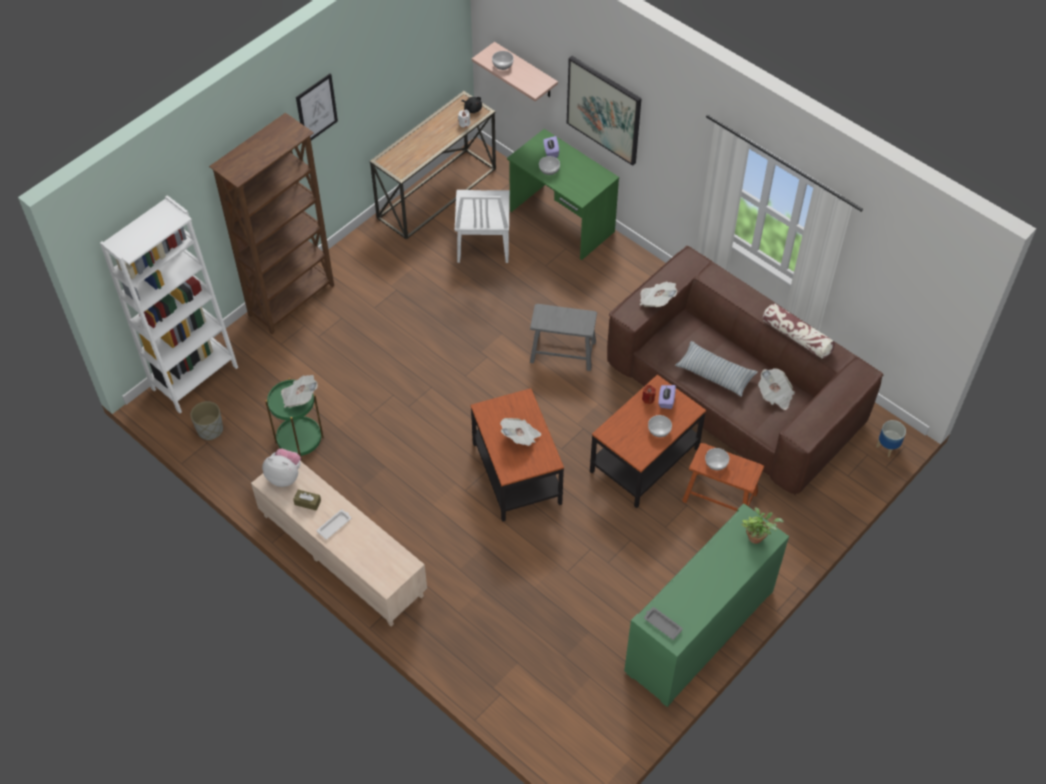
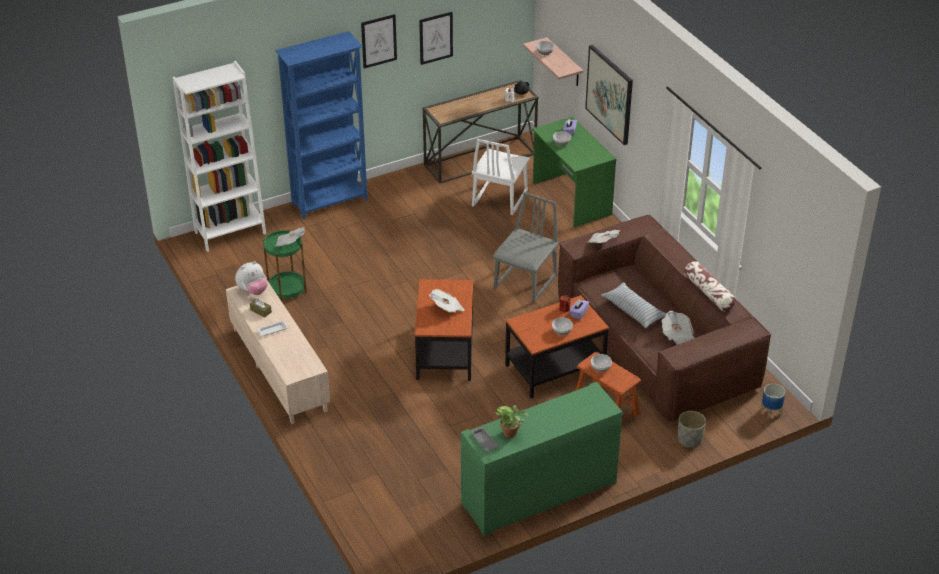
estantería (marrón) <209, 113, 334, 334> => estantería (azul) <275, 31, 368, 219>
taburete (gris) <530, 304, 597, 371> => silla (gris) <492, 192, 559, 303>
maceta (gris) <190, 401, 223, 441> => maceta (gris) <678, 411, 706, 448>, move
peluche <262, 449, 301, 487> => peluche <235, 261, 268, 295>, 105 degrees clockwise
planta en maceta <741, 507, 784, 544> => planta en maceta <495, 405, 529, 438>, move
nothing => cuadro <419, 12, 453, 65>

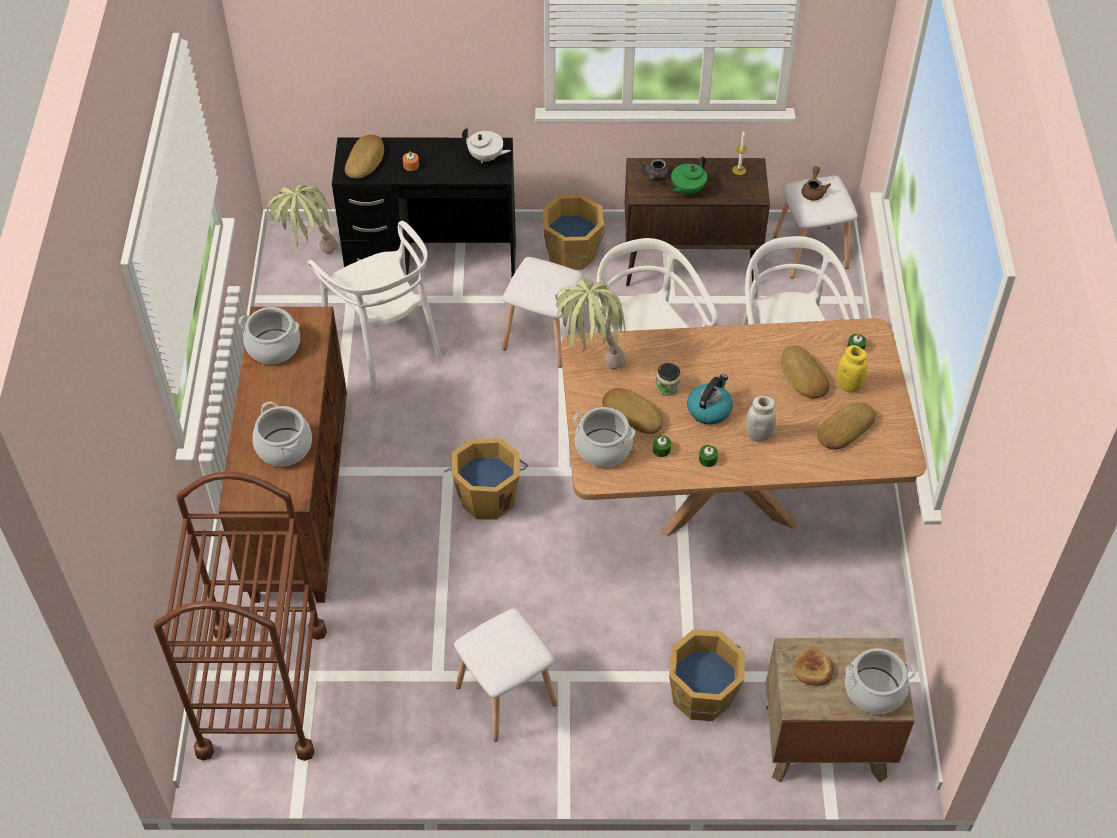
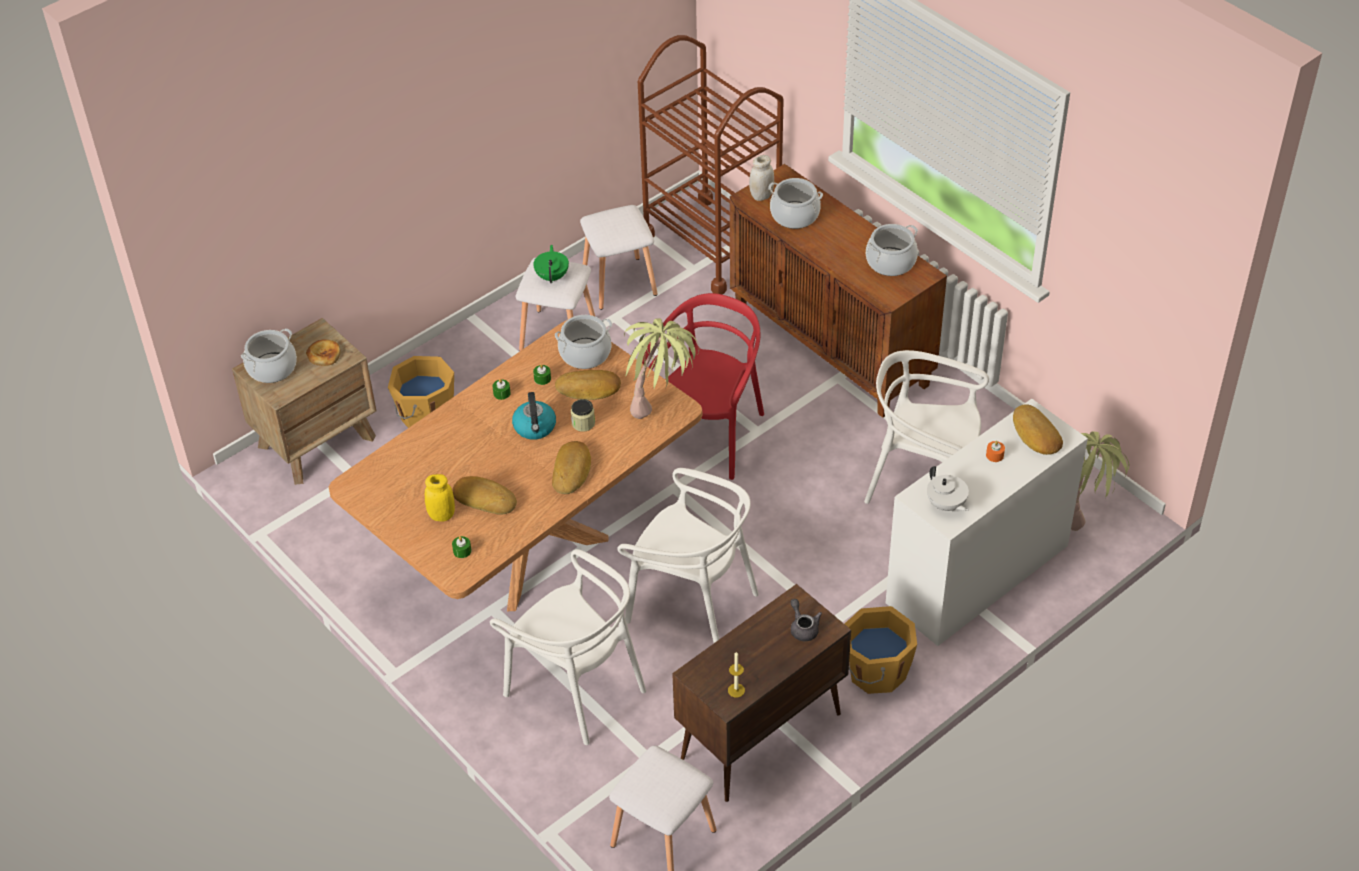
tetera (blanco) <462, 128, 511, 163> => tetera (blanco) <927, 466, 969, 512>, 105 degrees counterclockwise
escritorio (negro) <332, 137, 516, 277> => escritorio (blanco) <886, 399, 1088, 646>
tetera (verde) <671, 156, 707, 195> => tetera (verde) <533, 245, 569, 283>, move
tetera (marrón) <802, 166, 831, 201> => nothing
taburete (blanco) <502, 257, 584, 368> => taburete (blanco) <580, 205, 658, 310>, move
tarro (blanco) <746, 396, 776, 442> => tarro (blanco) <749, 155, 774, 201>, move
pan <817, 403, 876, 450> => pan <552, 441, 591, 494>, move
cubo (naranja) <444, 438, 528, 519> => silla (rojo) <642, 293, 764, 480>

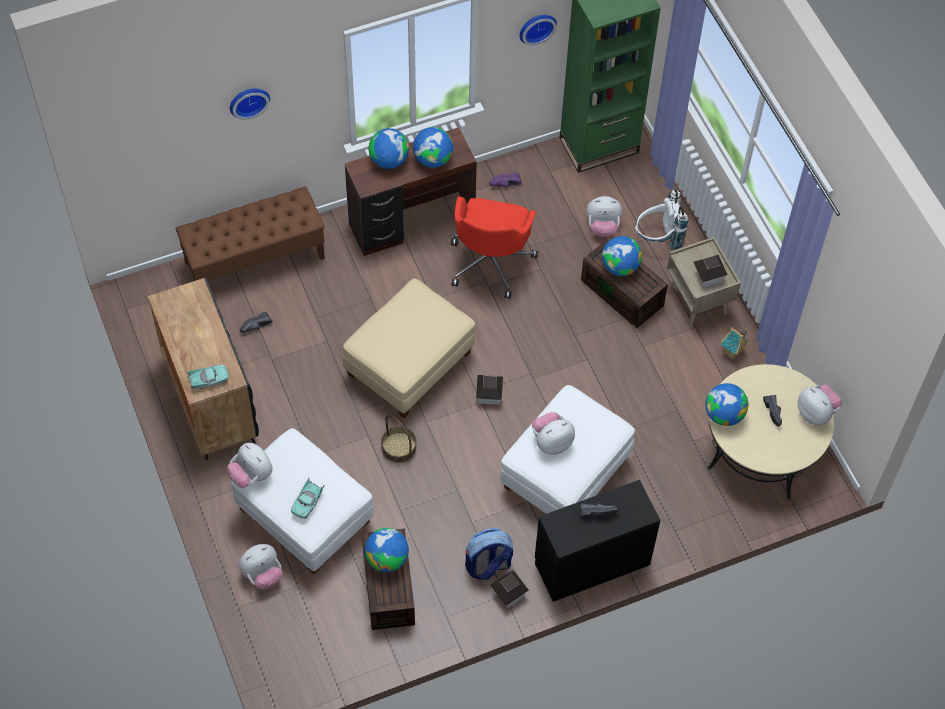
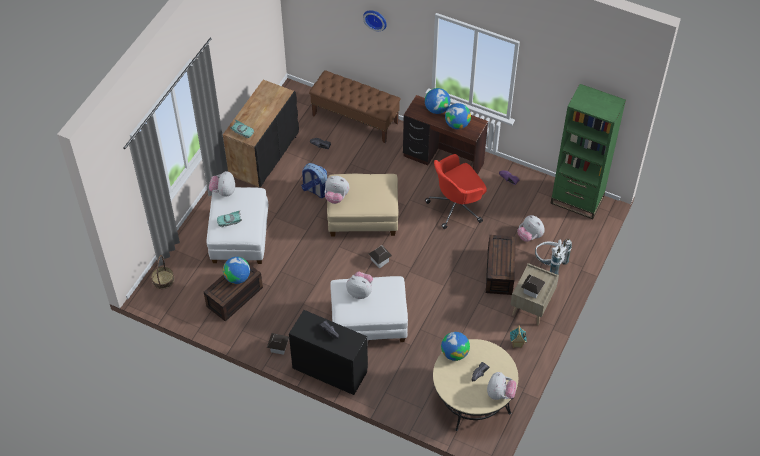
reloj de pared <520, 15, 557, 46> => nothing
globo terráqueo <602, 236, 642, 276> => nothing
cesta <381, 415, 417, 463> => cesta <151, 255, 175, 289>, move
mochila <465, 528, 513, 580> => mochila <301, 163, 327, 198>, move
peluche <239, 544, 282, 589> => peluche <324, 176, 349, 204>, move

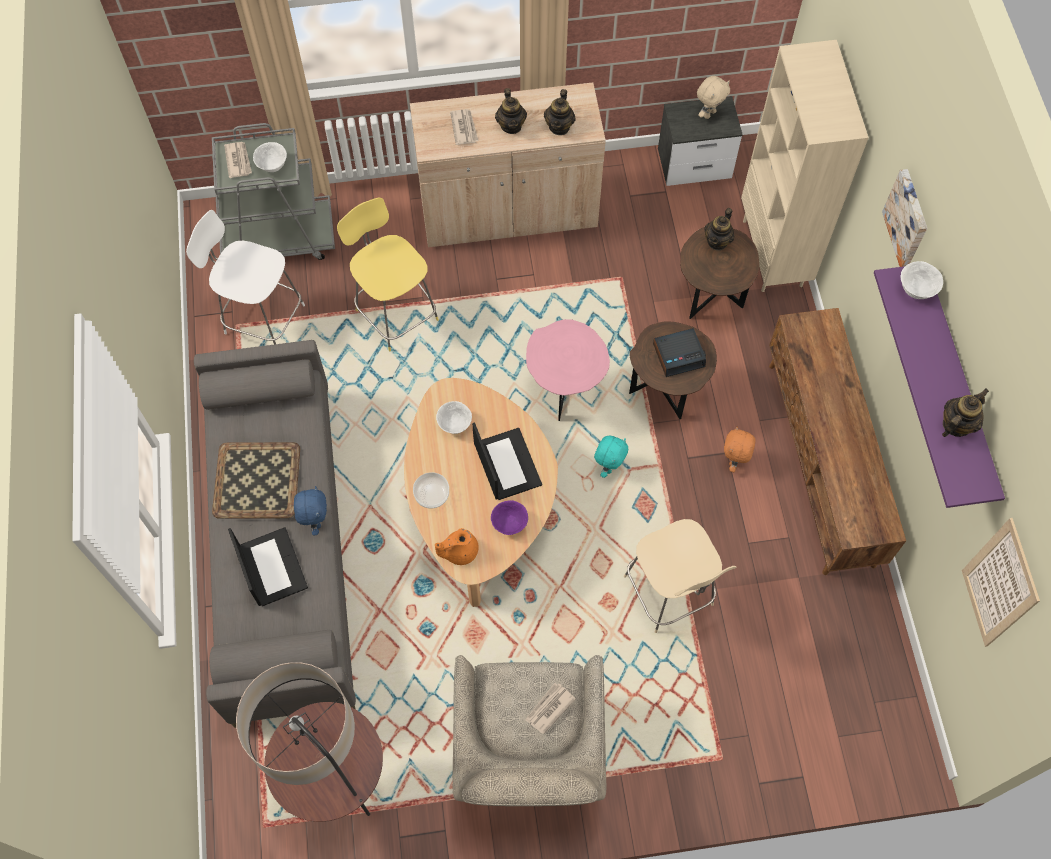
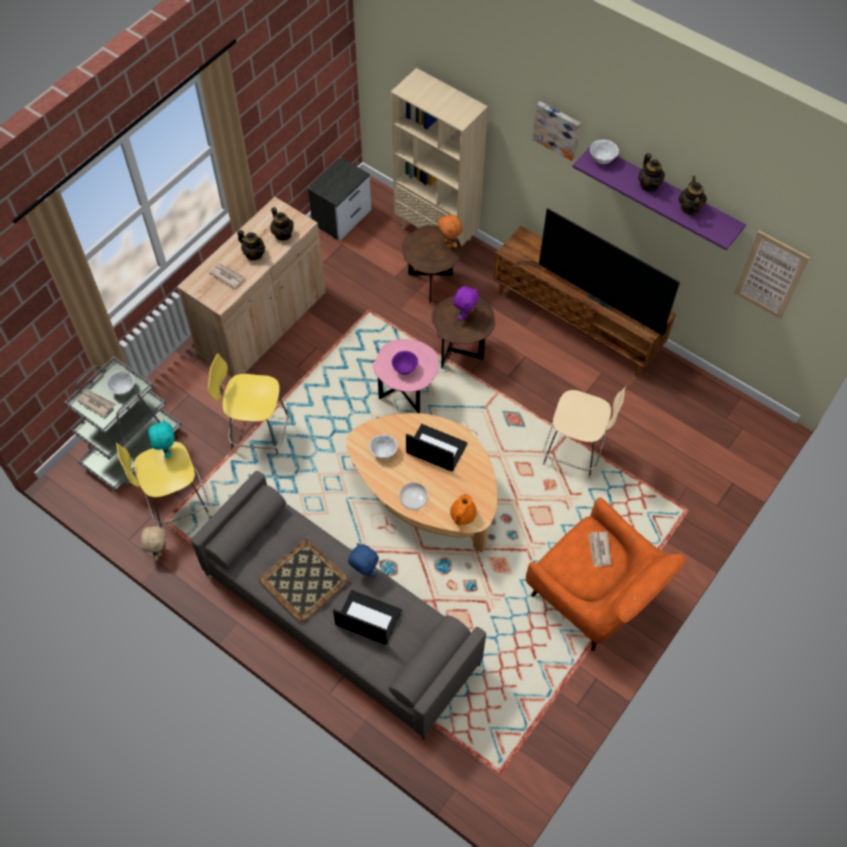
peluche (beis) <697, 76, 730, 119> => peluche (beis) <141, 524, 166, 561>, move
tetera <704, 208, 734, 251> => tetera <638, 153, 665, 192>, move
taburete (blanco) <186, 210, 305, 344> => taburete (amarillo) <116, 441, 210, 528>
despertador <653, 328, 706, 377> => peluche (morado) <453, 286, 479, 320>
peluche (naranja) <724, 426, 756, 472> => peluche (naranja) <438, 214, 463, 248>, move
peluche (turquesa) <594, 436, 628, 478> => peluche (turquesa) <148, 419, 174, 459>, move
cuenco (morado) <491, 501, 528, 535> => cuenco (morado) <392, 351, 418, 375>, move
sillón (beis) <453, 655, 606, 806> => sillón (naranja) <526, 497, 686, 651>
lámpara de pie <236, 662, 383, 822> => nothing
nothing => televisor <539, 208, 680, 336>

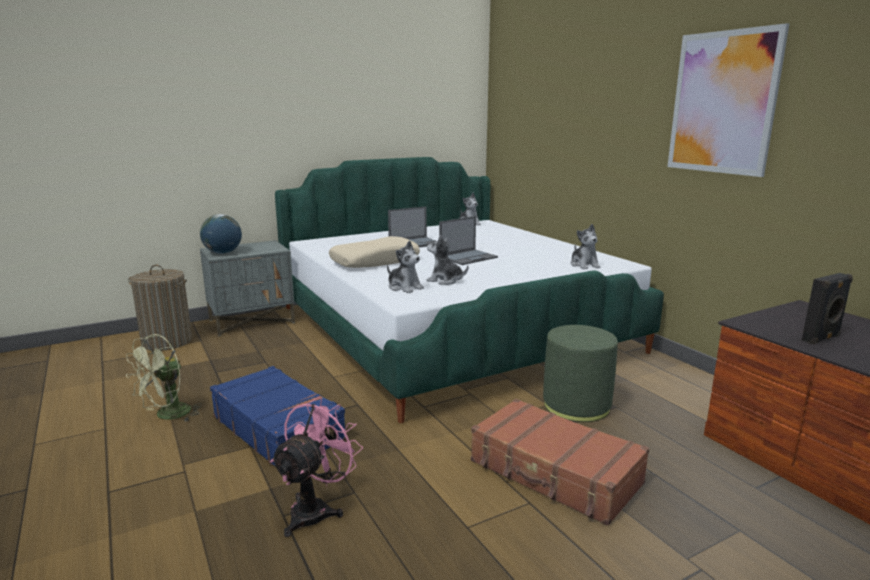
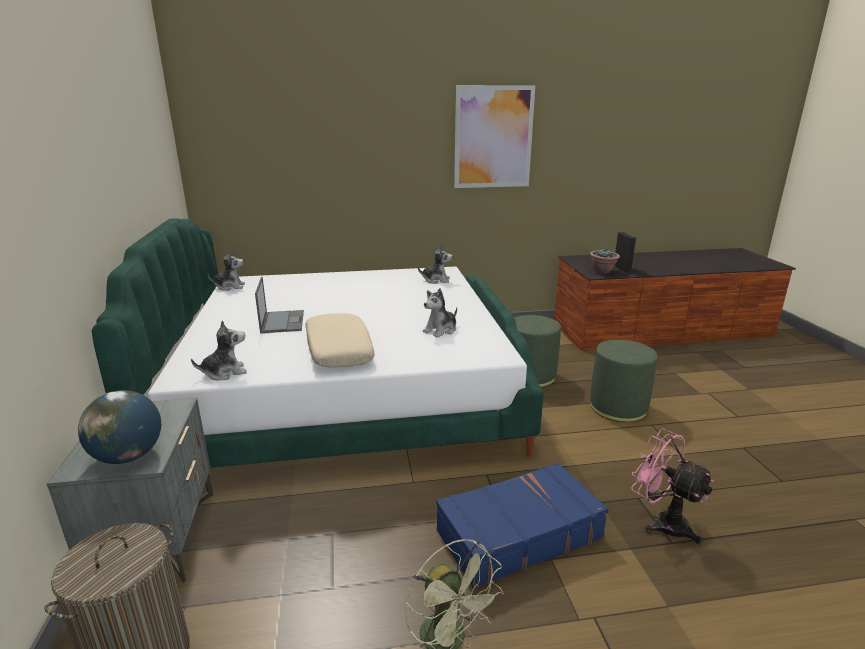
portátil <439, 216, 498, 265> => nothing
peluche <387, 240, 424, 293> => peluche <191, 320, 247, 380>, move
maleta (marrón) <471, 399, 649, 526> => puf (verde) <590, 340, 657, 422>
nothing => planta en maceta <590, 249, 620, 274>

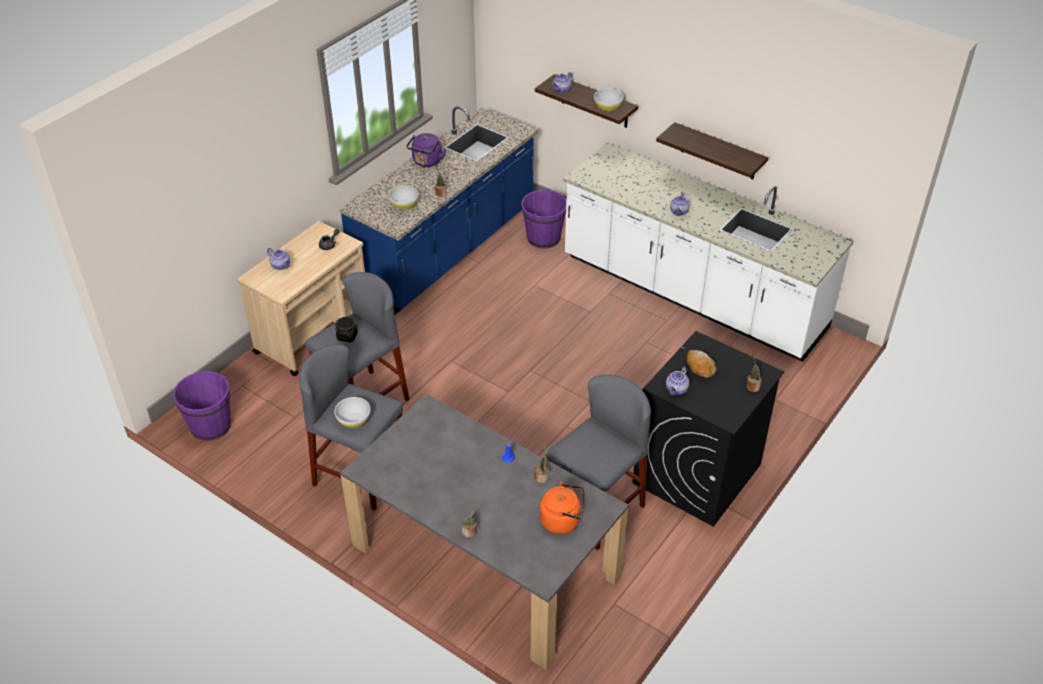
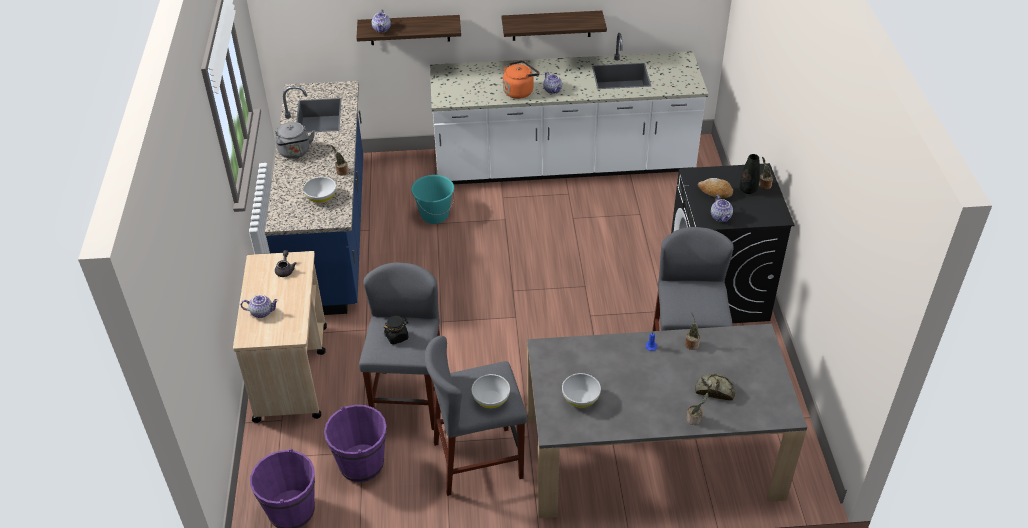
cuenco (blanco) <594, 89, 624, 111> => cuenco (blanco) <562, 373, 601, 408>, move
hervidor (morado) <406, 133, 446, 167> => hervidor (gris) <275, 122, 315, 159>
cubo (morado) <521, 188, 566, 249> => cubo (morado) <324, 405, 386, 482>, move
hervidor (naranja) <540, 482, 584, 534> => hervidor (naranja) <503, 60, 540, 99>, move
nothing => florero (negro) <739, 154, 760, 194>
nothing => cubo (turquesa) <411, 175, 454, 224>
nothing => pan <695, 374, 735, 401>

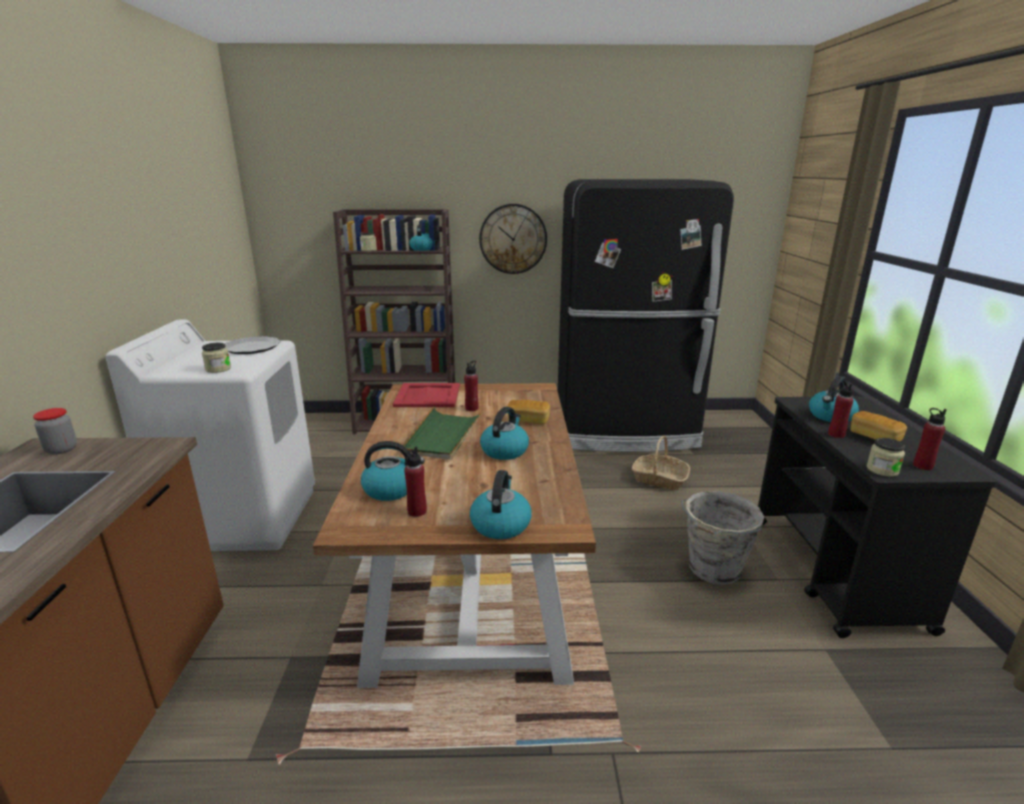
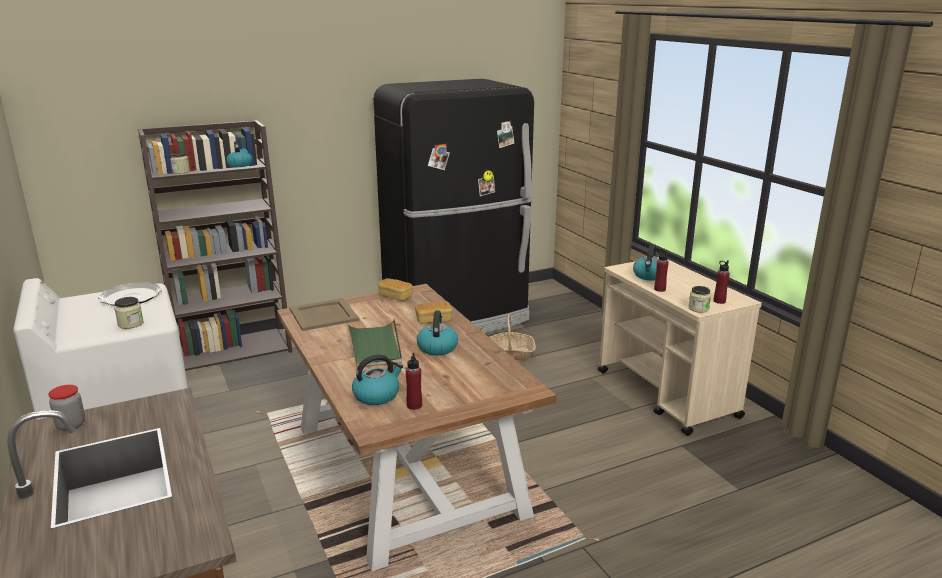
reloj de pared <479, 204, 547, 274> => nothing
botella (rojo) <464, 361, 479, 411> => nothing
bandeja (rojo) <393, 383, 460, 407> => bandeja (beis) <289, 298, 359, 331>
carrito (negro) <758, 396, 997, 638> => carrito (beis) <598, 257, 762, 436>
pan <851, 411, 907, 442> => pan <378, 278, 413, 301>, move
hervidor <470, 470, 532, 539> => nothing
cubo (gris) <681, 491, 764, 585> => nothing

